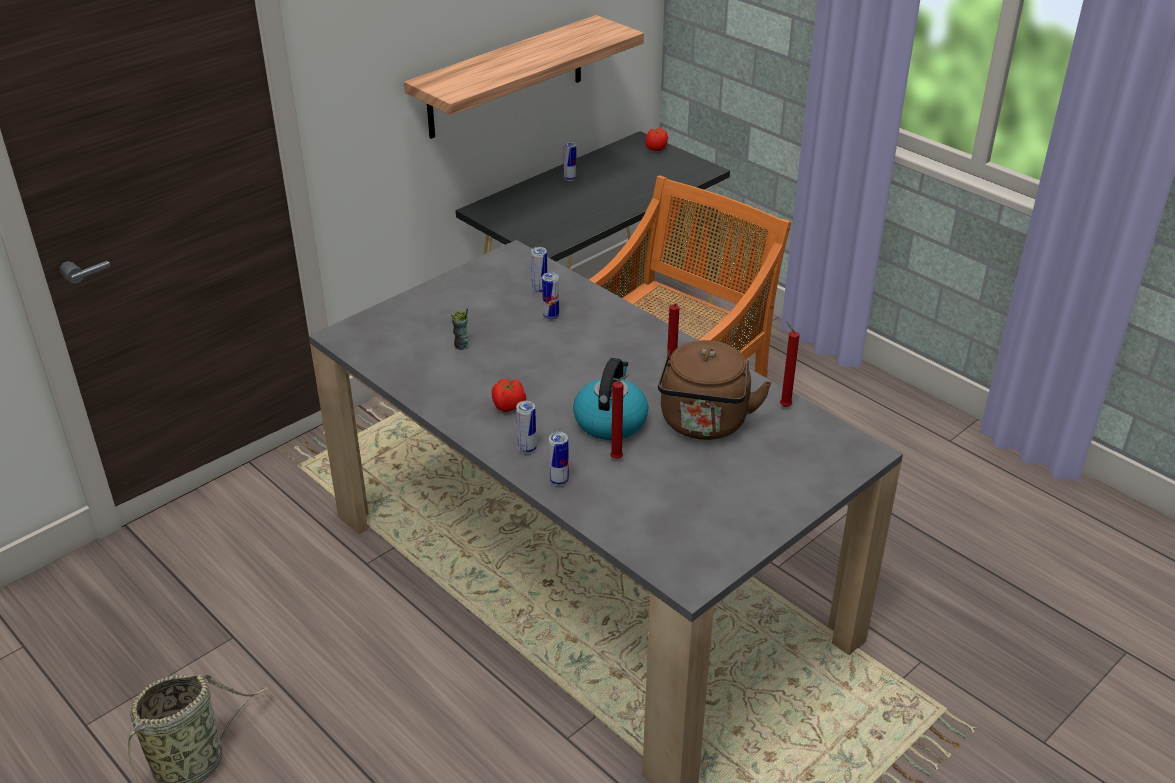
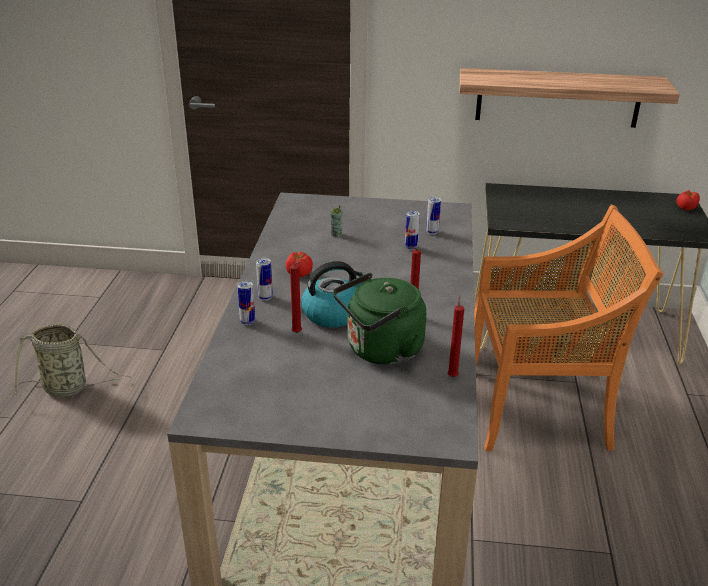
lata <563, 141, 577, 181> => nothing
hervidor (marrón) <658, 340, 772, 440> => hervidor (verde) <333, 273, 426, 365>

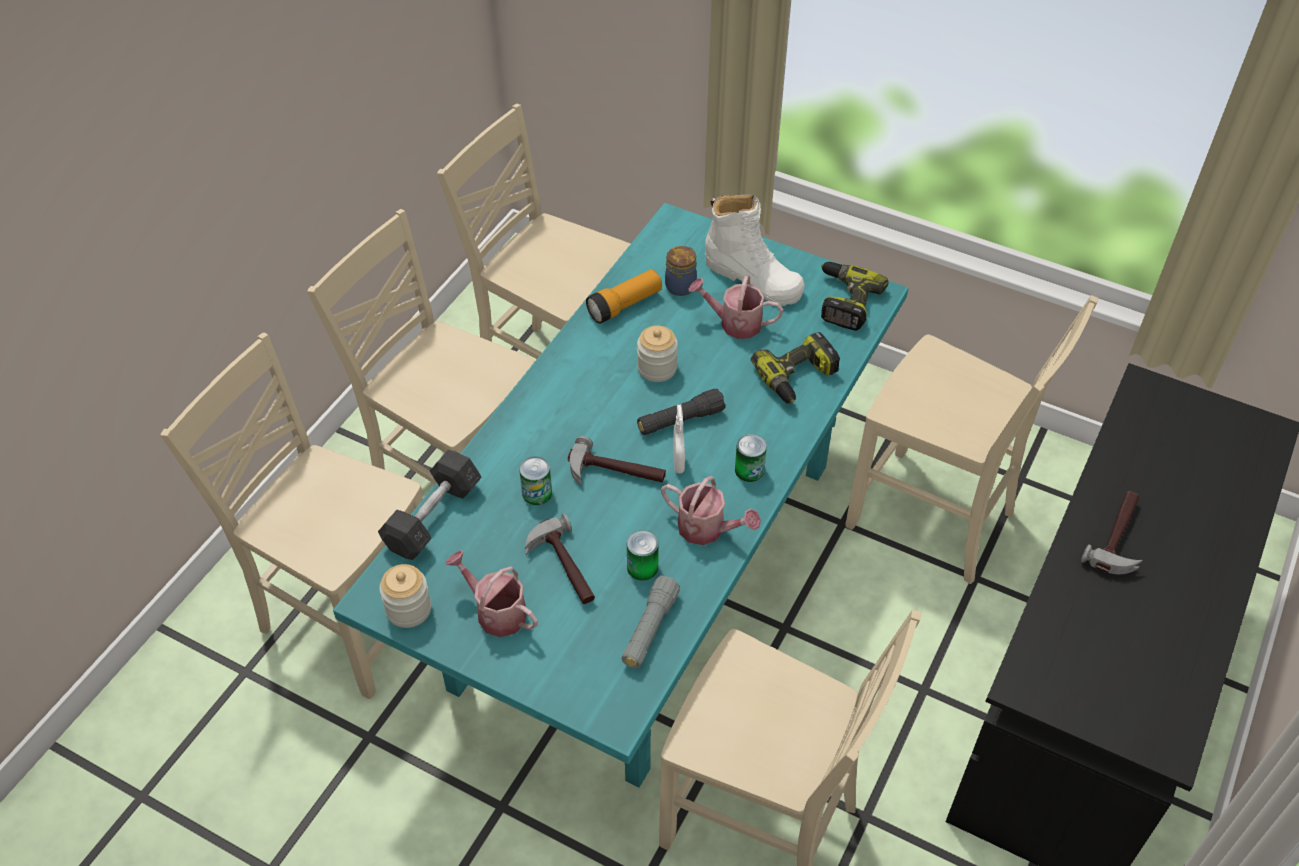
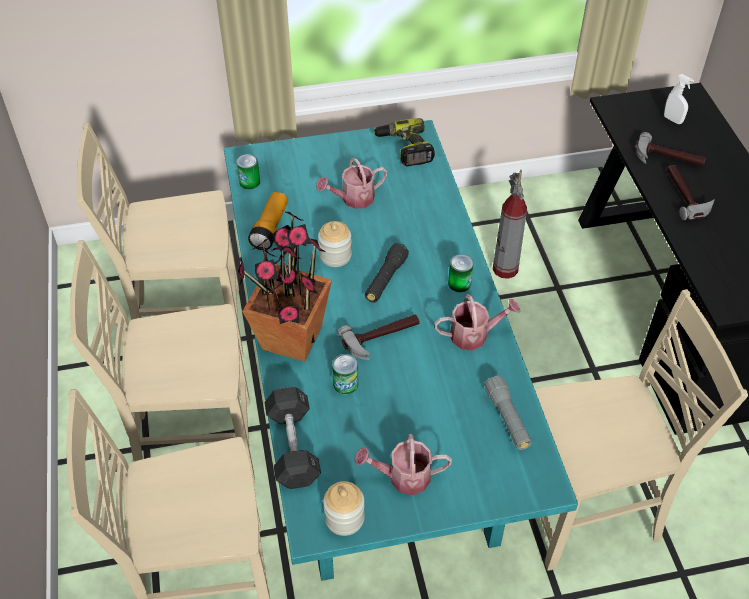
bota (blanco) <705, 195, 805, 306> => nothing
tarro <665, 246, 697, 296> => nothing
silla (beis) <845, 295, 1098, 584> => extintor <493, 170, 527, 279>
taladro <751, 332, 840, 404> => nothing
pulverizador (blanco) <673, 405, 685, 473> => pulverizador (blanco) <664, 74, 694, 124>, move
martillo <525, 514, 595, 604> => martillo <635, 132, 706, 166>, move
lata <627, 530, 659, 581> => lata <236, 154, 260, 189>, move
nothing => planta en maceta <238, 209, 332, 362>

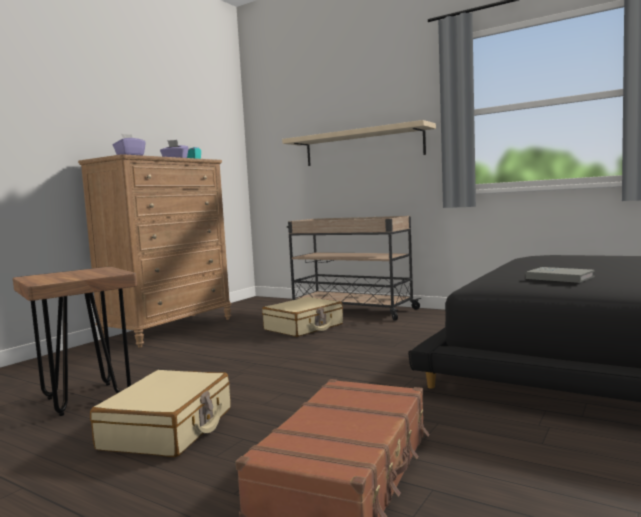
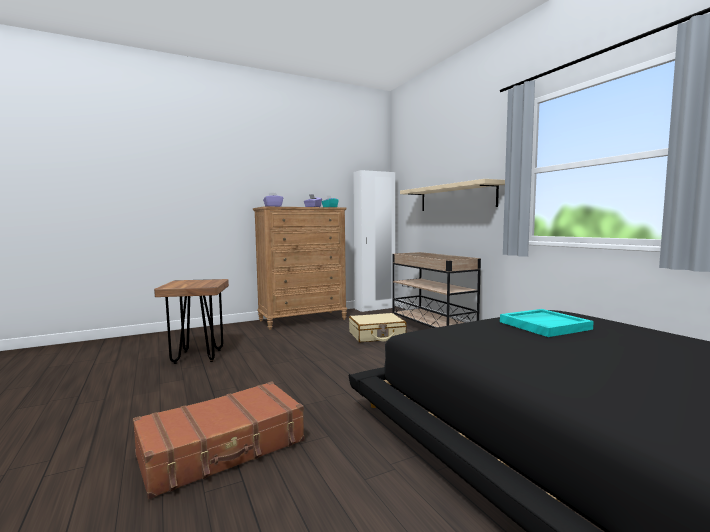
libro (gris) <526, 267, 595, 283> => nothing
maleta (beis) <90, 370, 231, 457> => nothing
nothing => armario ropero (blanco) <353, 170, 395, 312>
nothing => bandeja (turquesa) <500, 309, 594, 337>

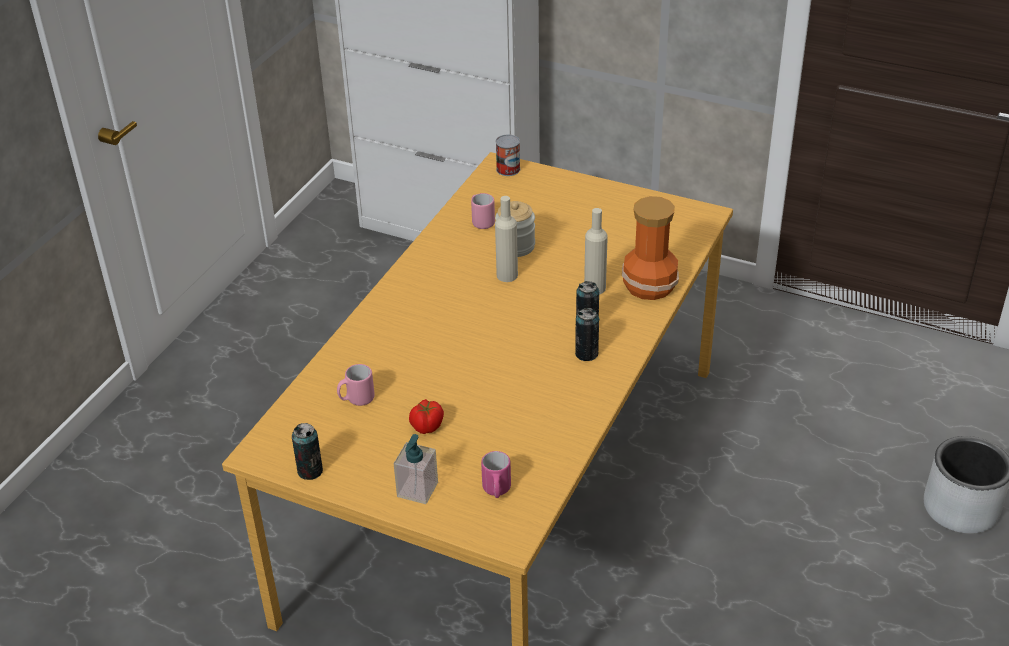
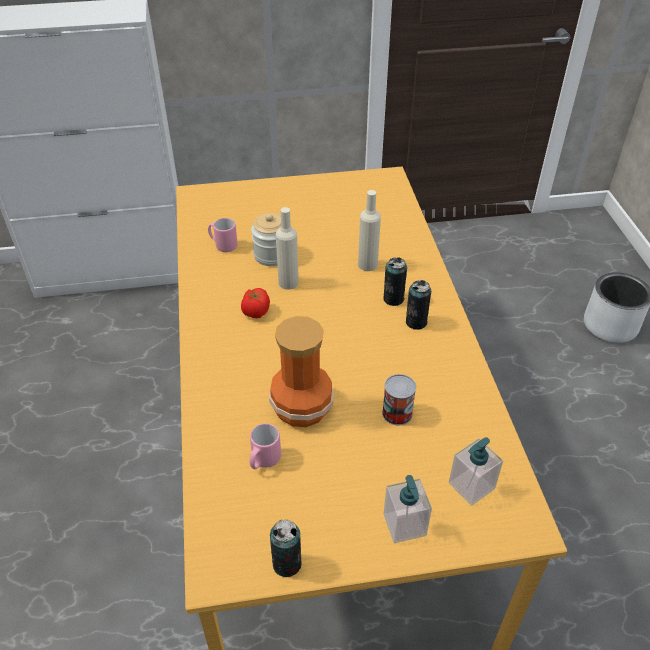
lata <495, 134, 520, 176> => lata <382, 374, 416, 426>, move
florero <622, 196, 679, 300> => florero <269, 316, 333, 427>, move
tomate <409, 399, 444, 434> => tomate <241, 288, 270, 318>, move
taza grande (rosa) <481, 451, 511, 498> => dispensador de jabón <449, 437, 503, 506>

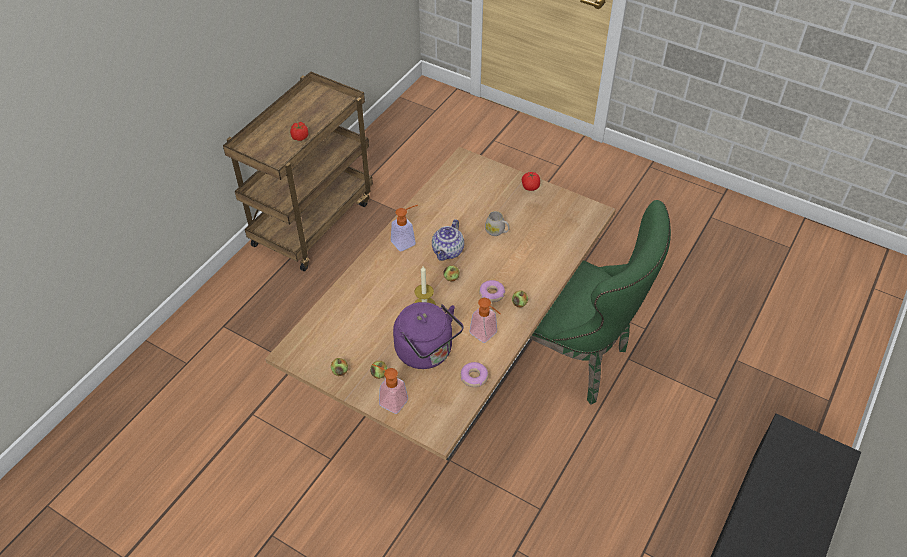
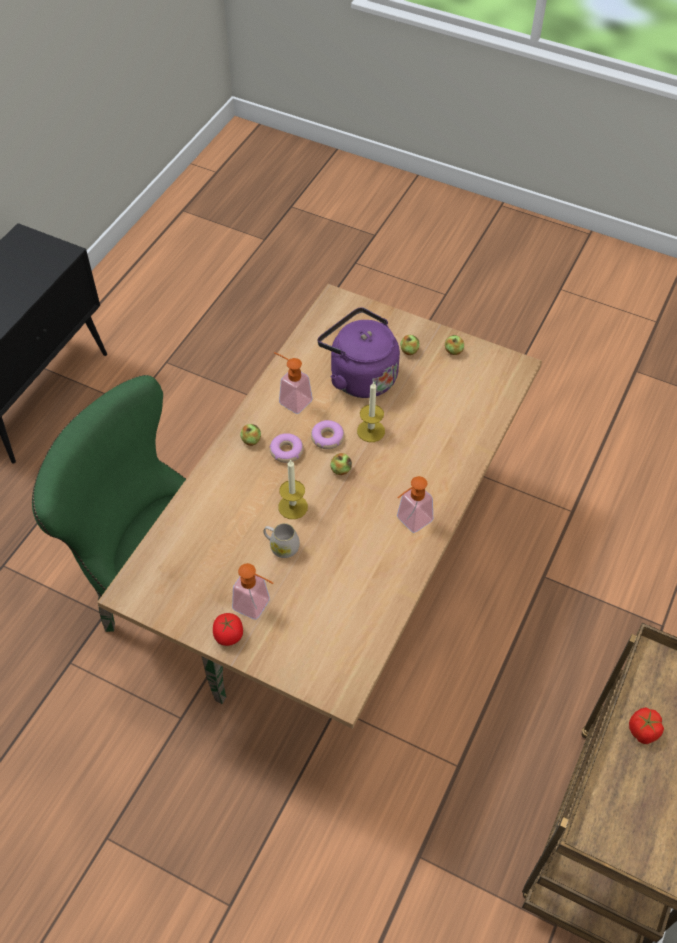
tetera <432, 219, 464, 261> => nothing
rosquilla <460, 362, 488, 387> => rosquilla <311, 420, 344, 449>, move
dispensador de jabón <372, 364, 408, 414> => dispensador de jabón <232, 563, 273, 620>, move
nothing => vela <278, 459, 308, 519>

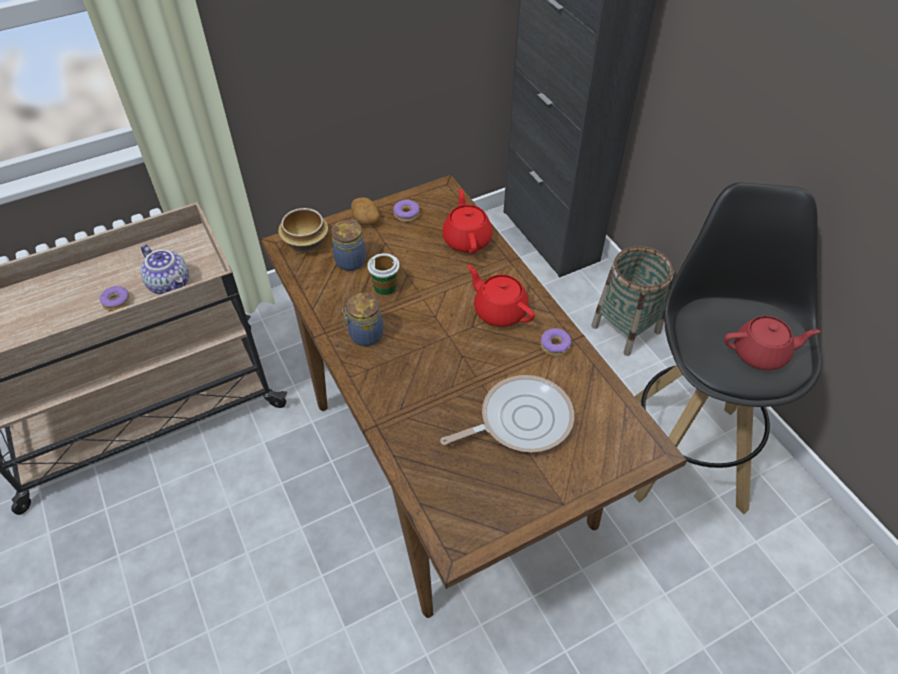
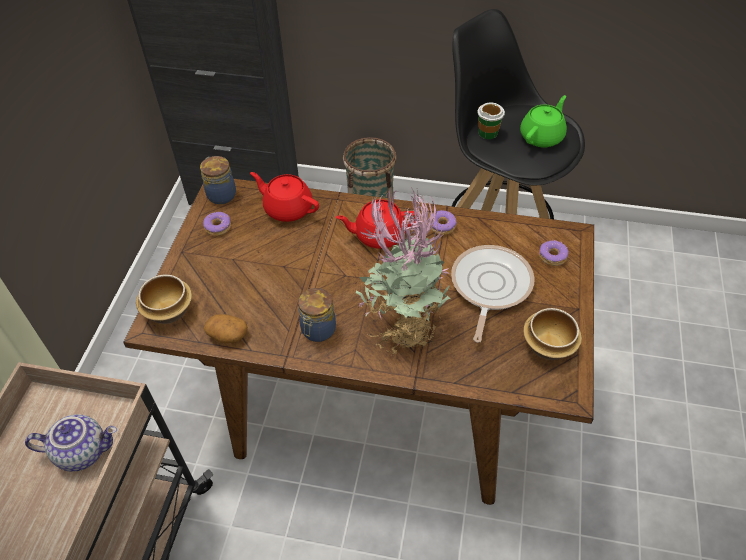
patata <351, 197, 380, 226> => patata <204, 314, 248, 343>, move
tarro <331, 220, 366, 271> => tarro <200, 156, 236, 204>, move
taza <367, 253, 400, 295> => taza <477, 102, 505, 139>, move
rosquilla <100, 286, 130, 311> => rosquilla <539, 240, 569, 266>, move
tetera (rojo) <724, 316, 820, 370> => tetera (verde) <520, 95, 567, 147>
nothing => planta en maceta <356, 187, 451, 354>
nothing => cuenco <523, 308, 582, 360>

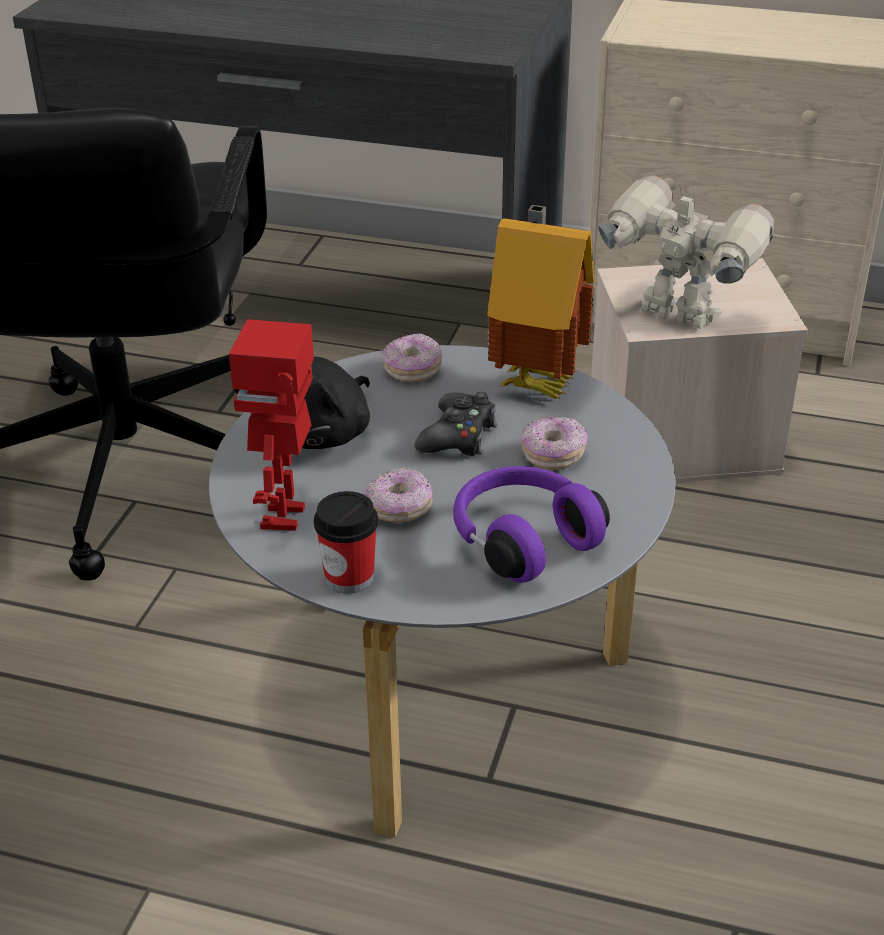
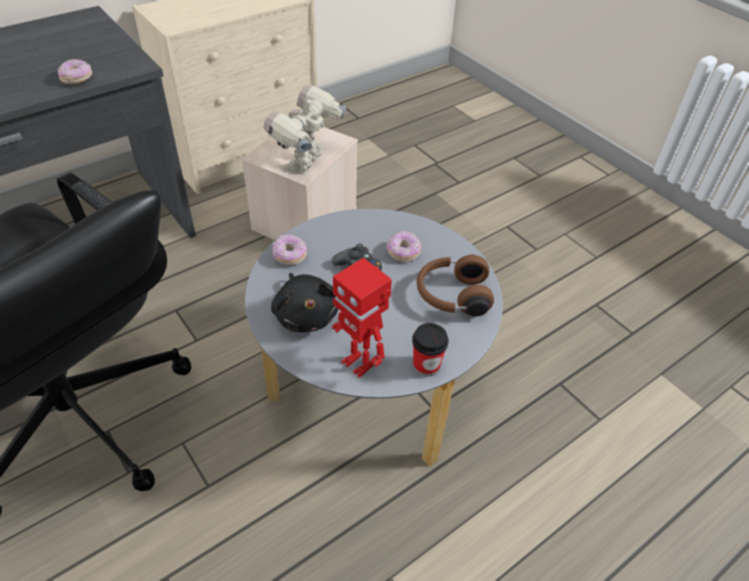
robot de juguete <598, 175, 774, 329> => robot de juguete <263, 85, 346, 173>, 45 degrees counterclockwise
casita <487, 205, 594, 399> => nothing
auriculares (morado) <453, 466, 610, 583> => auriculares (marrón) <417, 255, 494, 317>
rosquilla <365, 467, 433, 523> => rosquilla <58, 59, 92, 84>, move

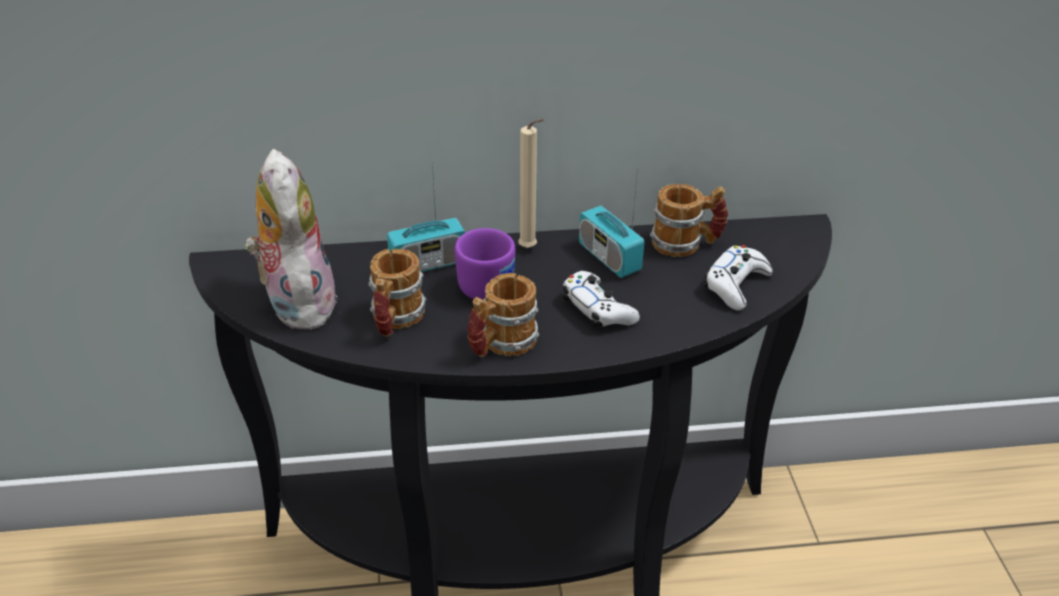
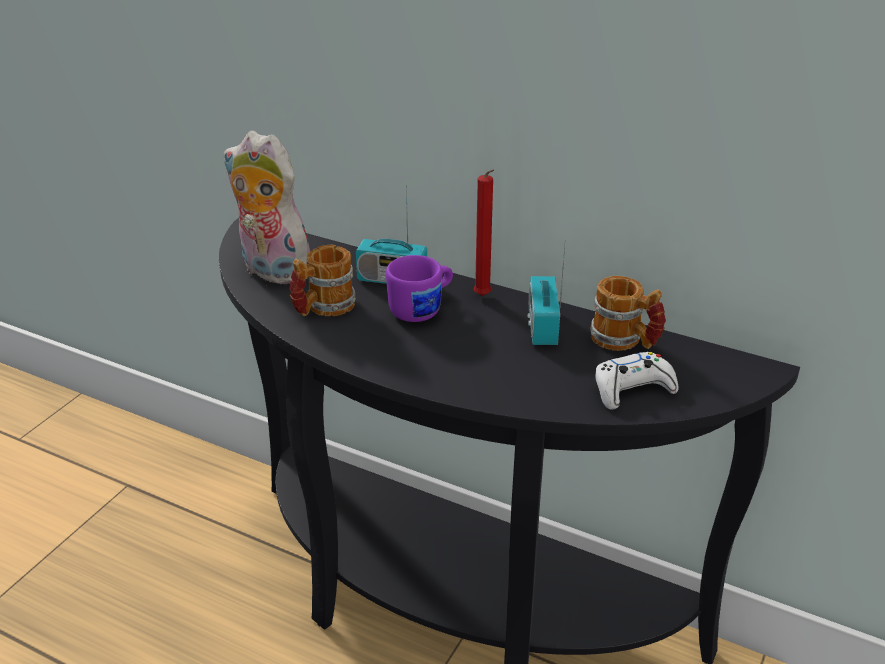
vela (beis) <518, 119, 544, 248> => vela (rojo) <474, 169, 494, 296>
peluche <244, 149, 337, 330> => peluche <223, 131, 310, 284>, 75 degrees counterclockwise
mando de consola (blanco) <563, 271, 640, 329> => nothing
taza grande <467, 273, 539, 357> => nothing

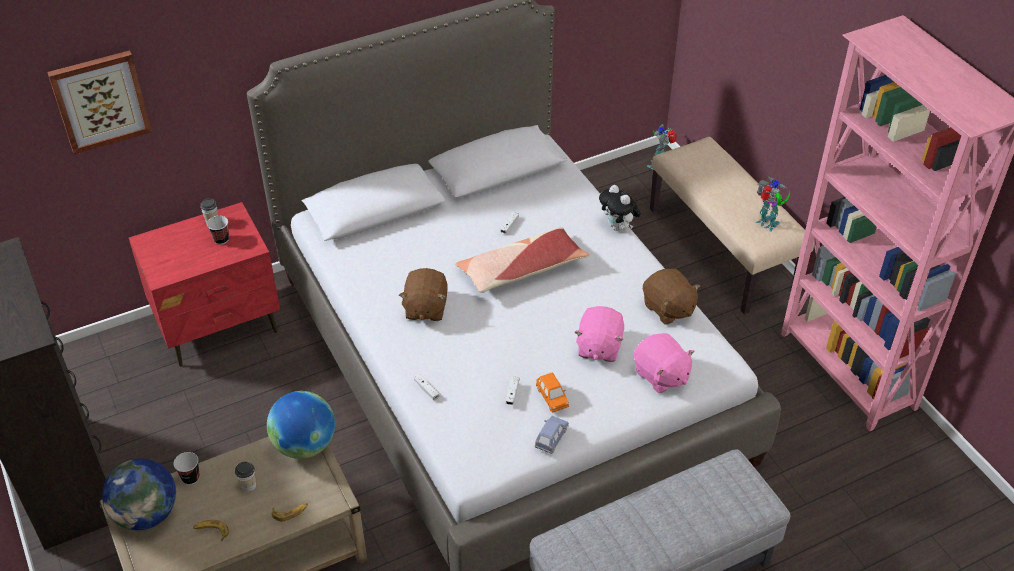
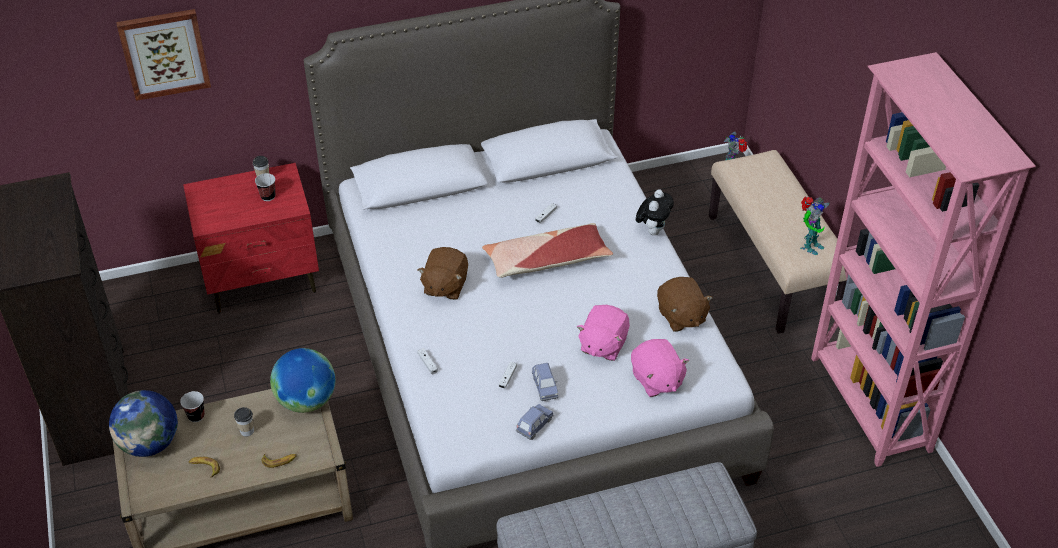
robot de juguete <756, 177, 790, 232> => robot de juguete <800, 196, 830, 255>, 75 degrees clockwise
peluche <599, 185, 641, 231> => peluche <636, 189, 674, 235>, 135 degrees counterclockwise
coche de juguete (naranja) <536, 372, 569, 412> => coche de juguete (azul) <532, 363, 559, 401>

